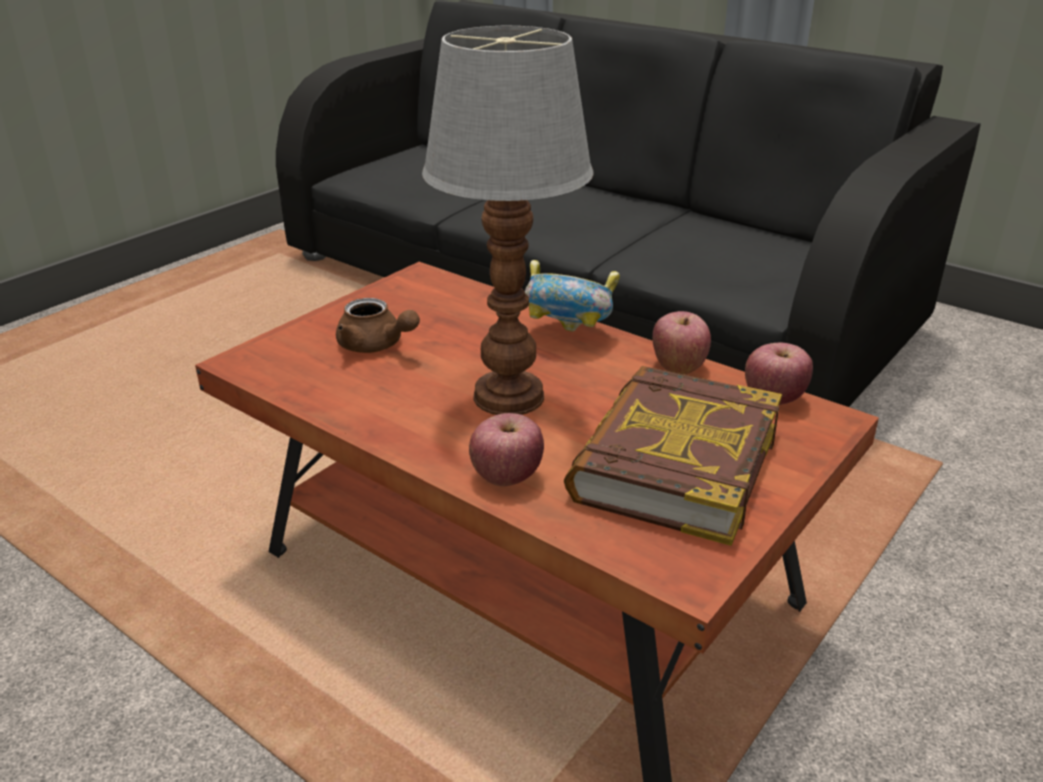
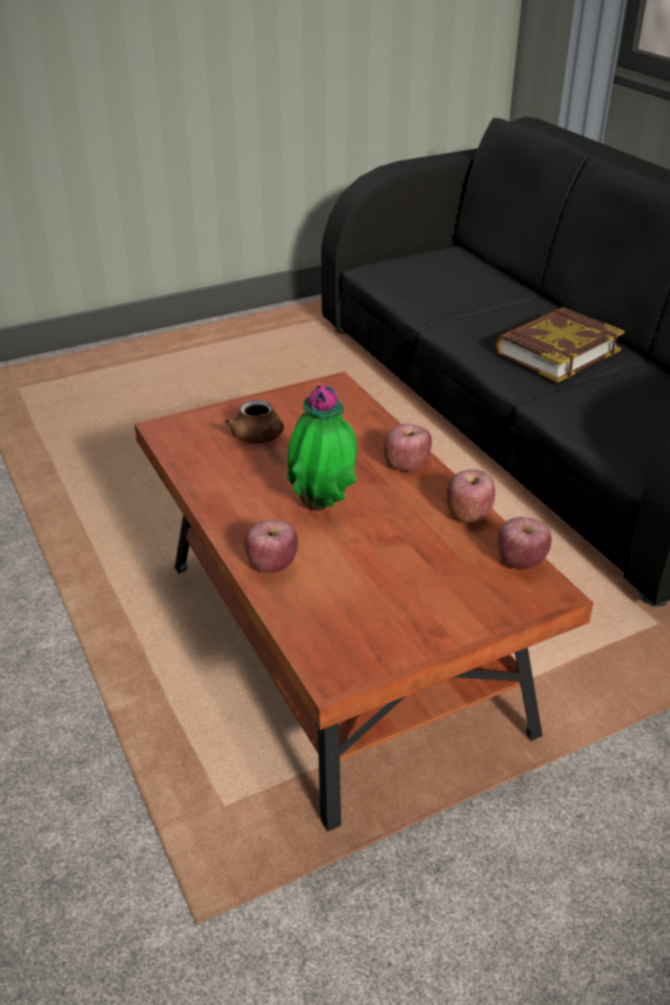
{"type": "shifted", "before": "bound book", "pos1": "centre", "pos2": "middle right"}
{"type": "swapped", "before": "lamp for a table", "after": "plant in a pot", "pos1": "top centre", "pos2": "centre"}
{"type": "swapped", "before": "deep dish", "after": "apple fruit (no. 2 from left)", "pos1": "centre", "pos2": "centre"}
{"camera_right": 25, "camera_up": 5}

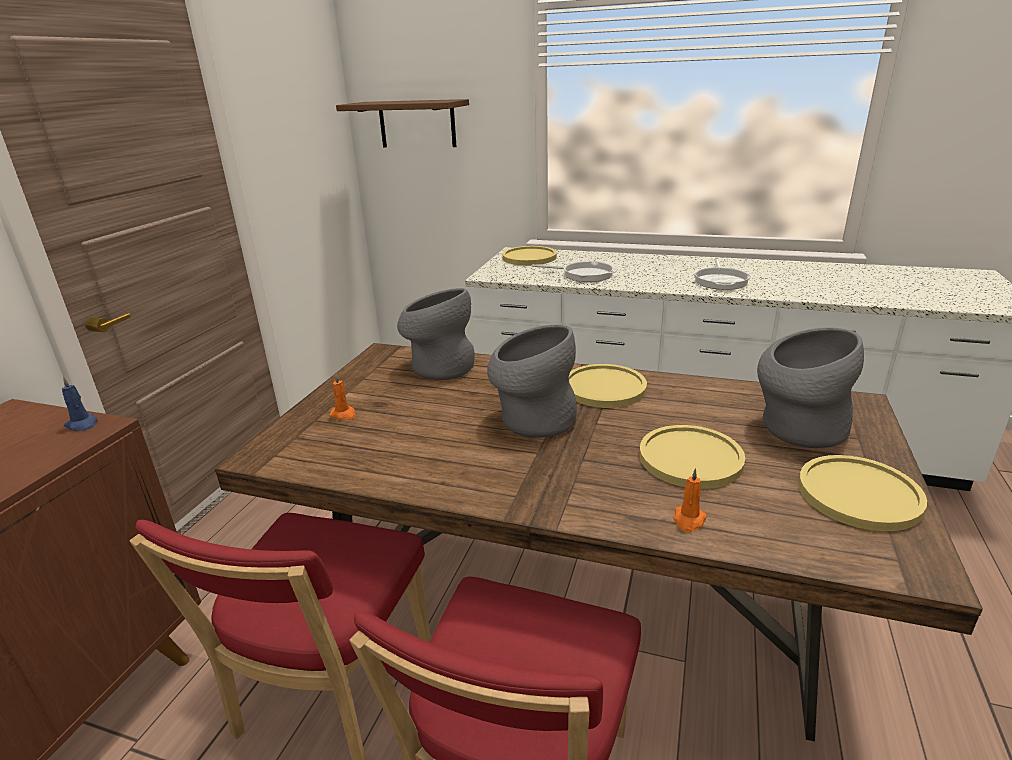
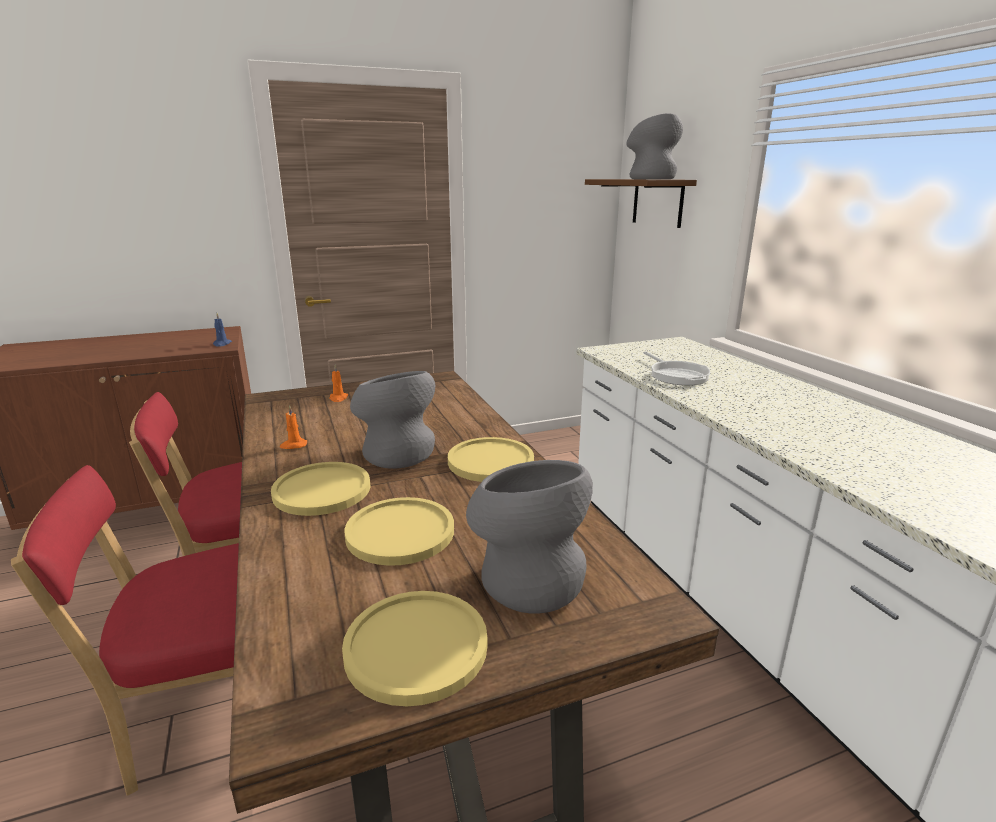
{"type": "gone", "before": "frying pan (no. 2 from left)", "pos1": "middle right"}
{"type": "shifted", "before": "gray vase (no. 1 from left in the first image)", "after": "gray vase (no. 3 from left)", "pos1": "centre", "pos2": "top centre"}
{"type": "shifted", "before": "yellowish plate (no. 1 from left)", "pos1": "centre", "pos2": "middle left"}
{"type": "shifted", "before": "orange candle (no. 2 from left in the first image)", "after": "orange candle (no. 1 from left)", "pos1": "middle right", "pos2": "middle left"}
{"camera_right": 50, "camera_up": -5}

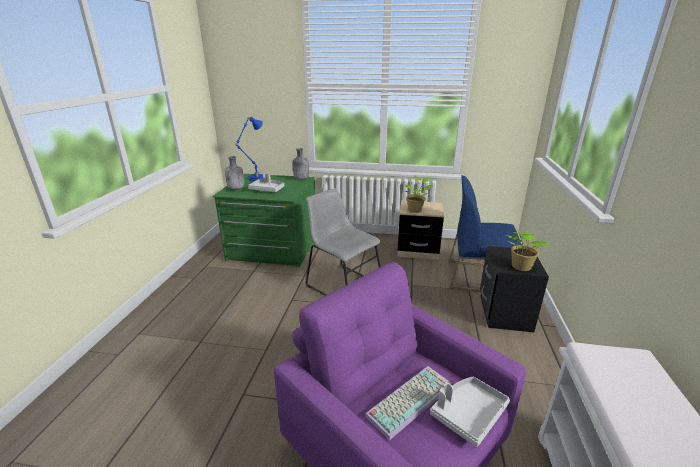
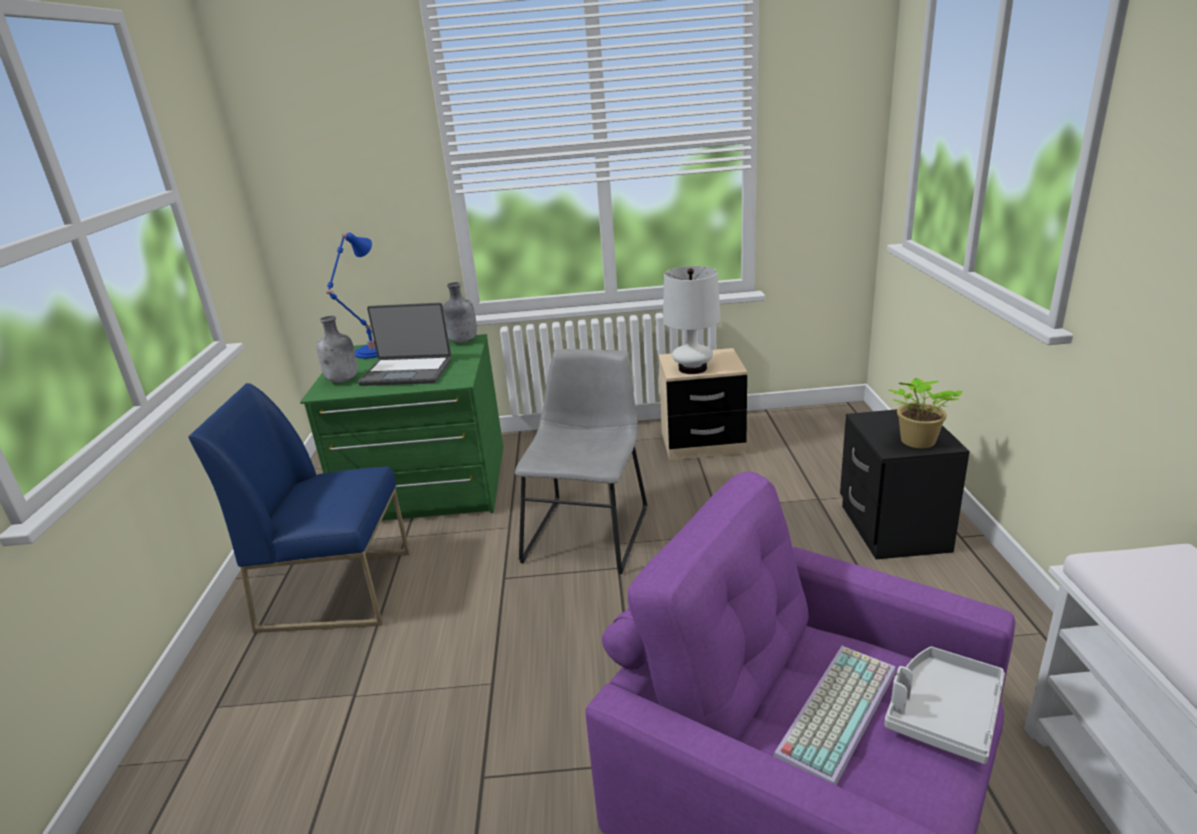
{"type": "shifted", "before": "blue upright chair", "pos1": "middle right", "pos2": "middle left"}
{"type": "swapped", "before": "gray serving tray (no. 1 from left)", "after": "notebook computer", "pos1": "centre", "pos2": "centre"}
{"type": "swapped", "before": "plant in a pot (no. 1 from left)", "after": "white lamp for a table", "pos1": "centre", "pos2": "centre"}
{"type": "rotated", "before": "gray upright chair", "pos1": "centre", "pos2": "centre", "turn": 75}
{"camera_right": -10, "camera_up": 0}

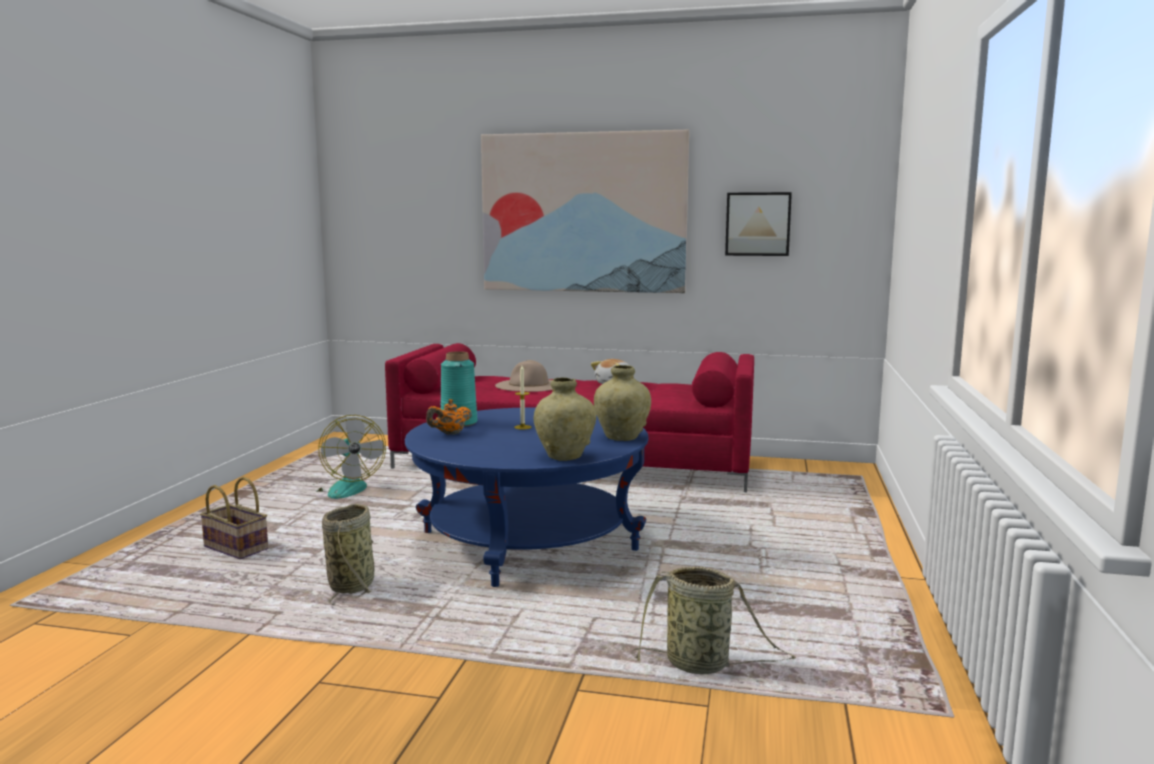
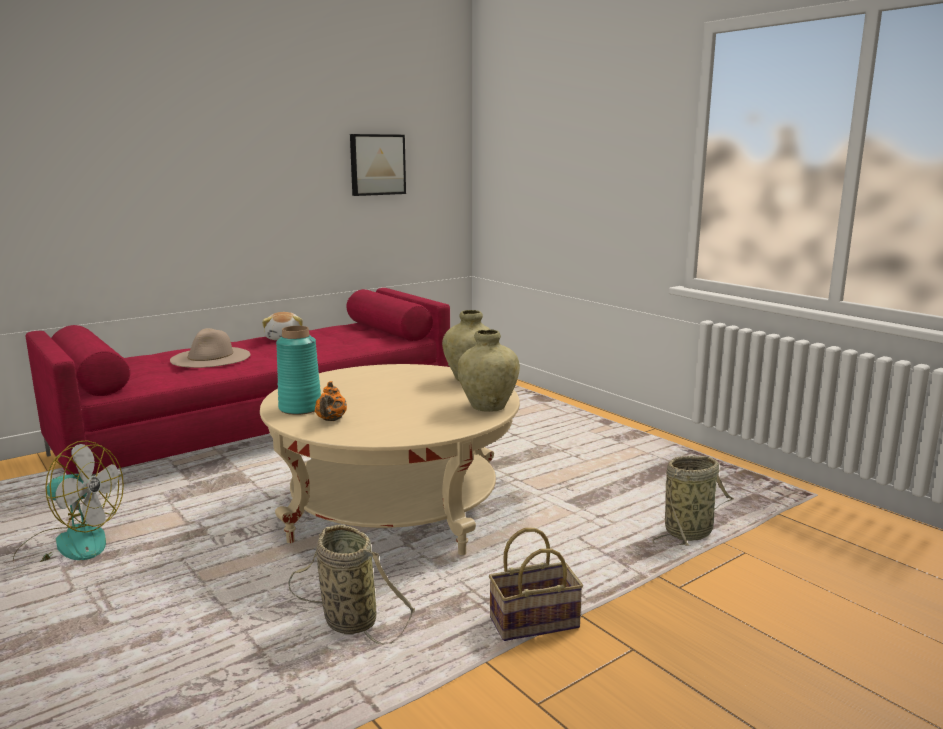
{"type": "gone", "before": "picture (no. 1 from left)", "pos1": "top centre"}
{"type": "gone", "before": "candle", "pos1": "centre"}
{"type": "shifted", "before": "storage basket (no. 1 from left in the first image)", "after": "storage basket (no. 2 from left)", "pos1": "bottom left", "pos2": "bottom centre"}
{"type": "repainted", "before": "blue coffee table", "after": "beige-coloured coffee table", "pos1": "centre", "pos2": "centre"}
{"camera_right": -50, "camera_up": 5}

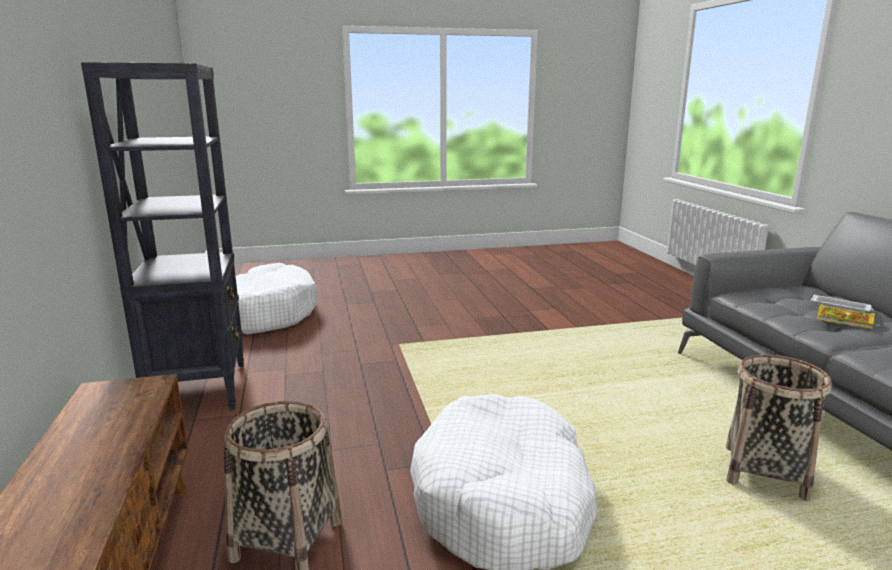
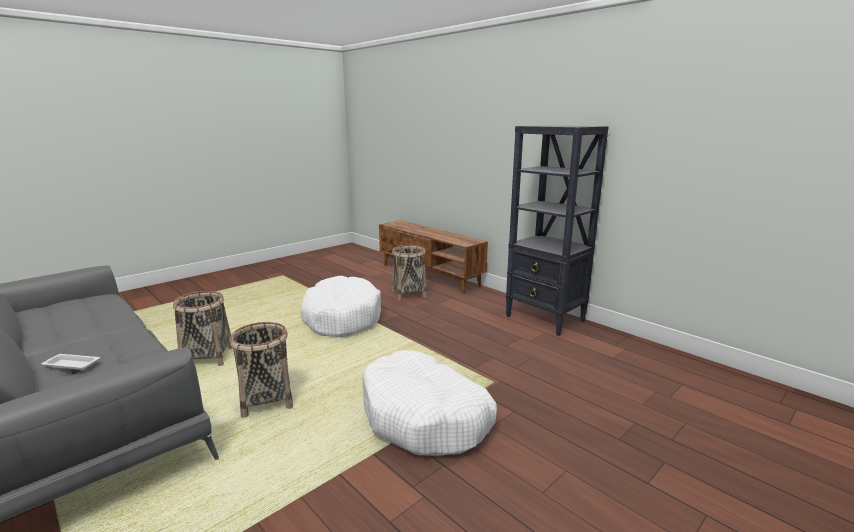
{"type": "gone", "before": "bound book", "pos1": "middle right"}
{"type": "new", "after": "storage basket (no. 2 from left)", "pos2": "bottom left"}
{"type": "shifted", "before": "white dog bed (no. 1 from left in the first image)", "after": "white dog bed (no. 2 from left)", "pos1": "middle left", "pos2": "bottom centre"}
{"camera_right": 150, "camera_up": 0}

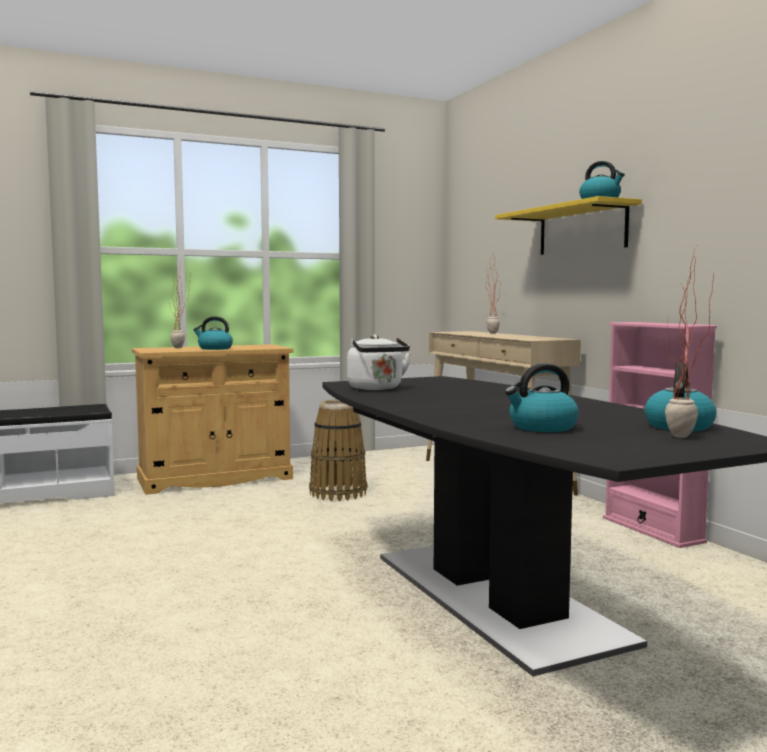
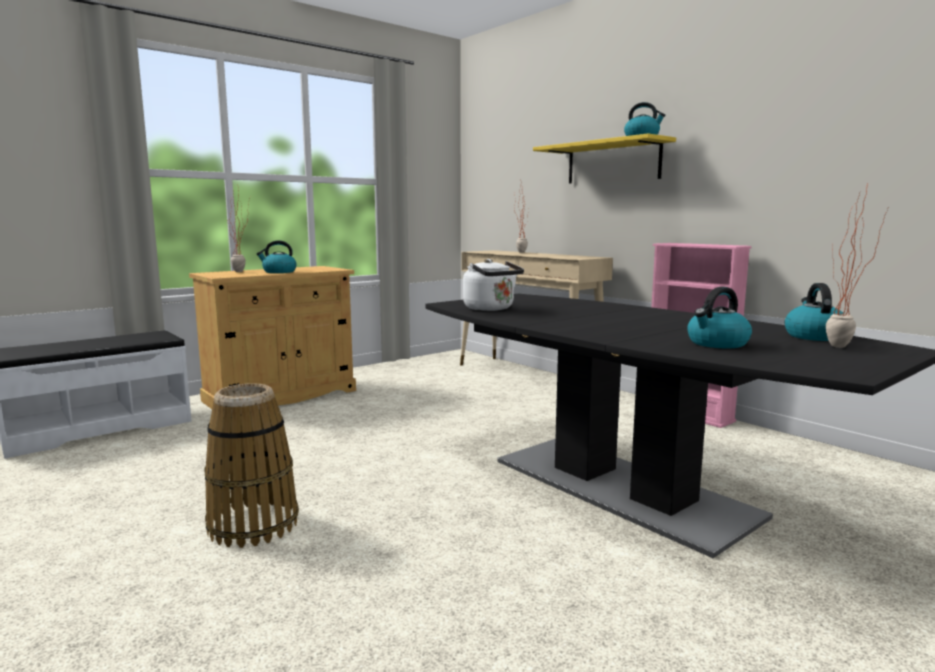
{"type": "shifted", "before": "storage basket", "pos1": "centre", "pos2": "bottom left"}
{"camera_right": -15, "camera_up": 5}

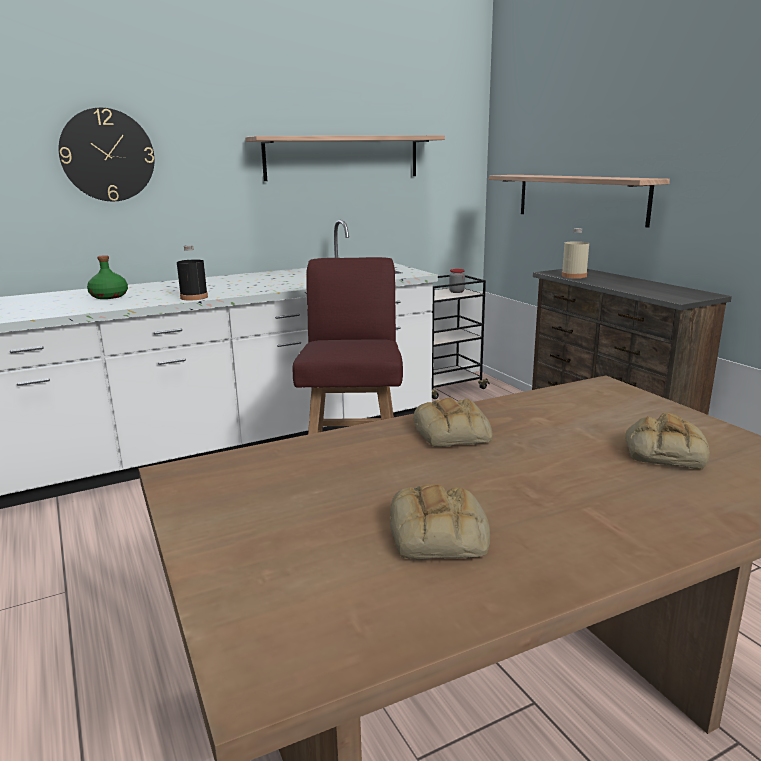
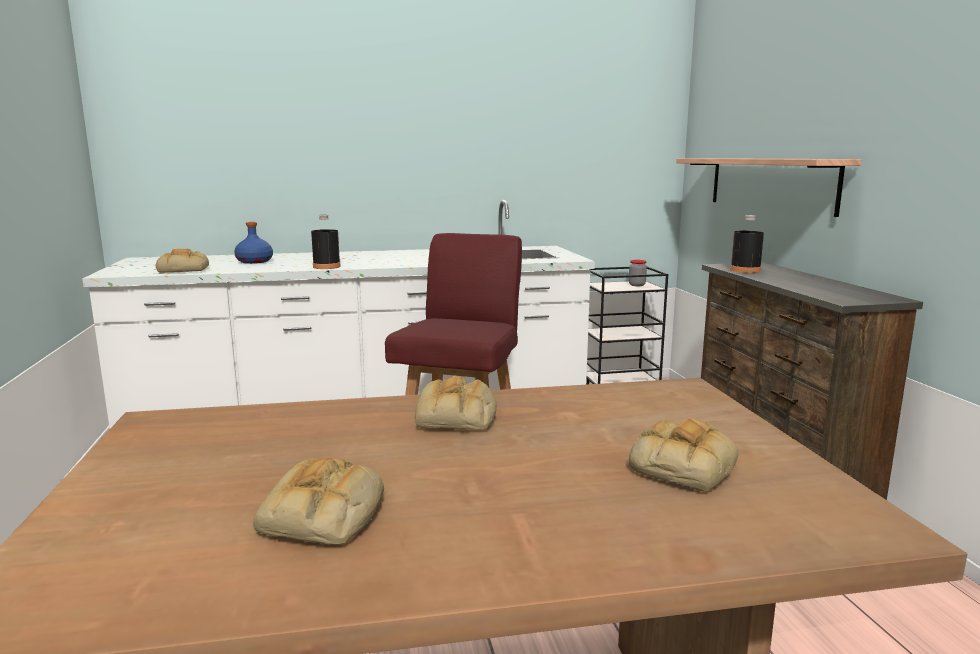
{"type": "gone", "before": "clock on the wall", "pos1": "top left"}
{"type": "gone", "before": "shelf (no. 1 from left)", "pos1": "top centre"}
{"type": "new", "after": "bread (no. 1 from left)", "pos2": "middle left"}
{"type": "repainted", "before": "greenish beverage bottle", "after": "blue beverage bottle", "pos1": "middle left", "pos2": "middle left"}
{"type": "repainted", "before": "beige-coloured beverage bottle", "after": "black beverage bottle (no. 2 from left)", "pos1": "top right", "pos2": "middle right"}
{"camera_right": 15, "camera_up": -5}

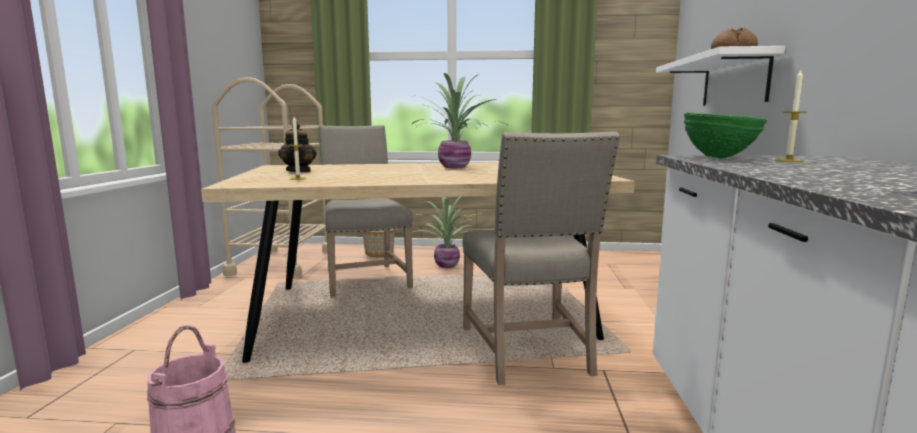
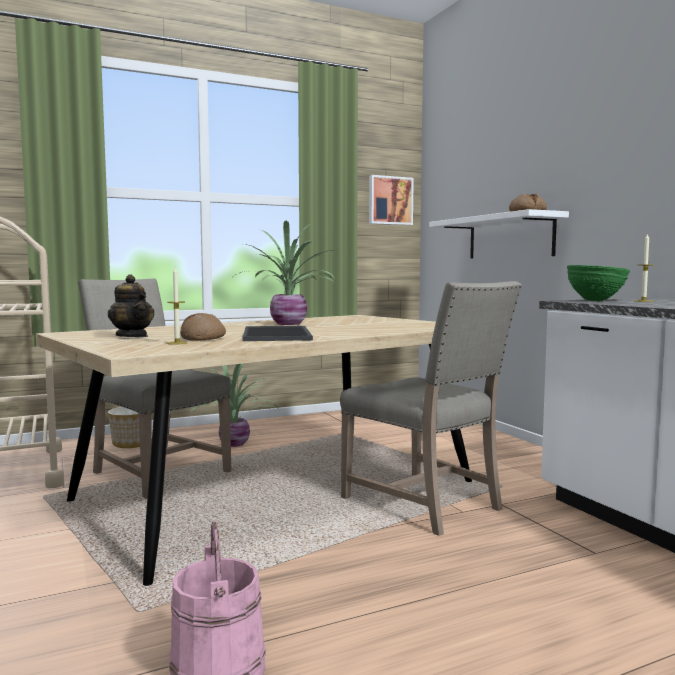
{"type": "new", "after": "bread (no. 1 from left)", "pos2": "middle left"}
{"type": "new", "after": "serving tray", "pos2": "centre"}
{"type": "new", "after": "picture", "pos2": "top centre"}
{"camera_right": -30, "camera_up": -5}

